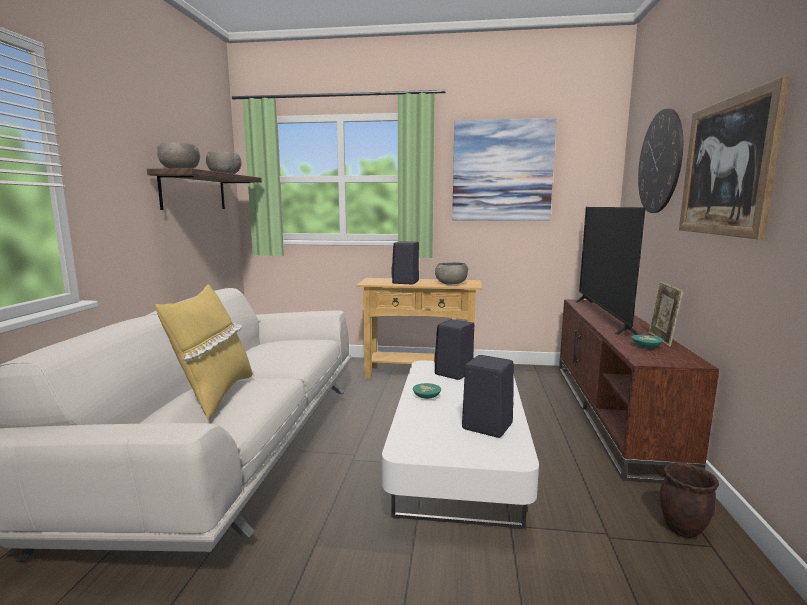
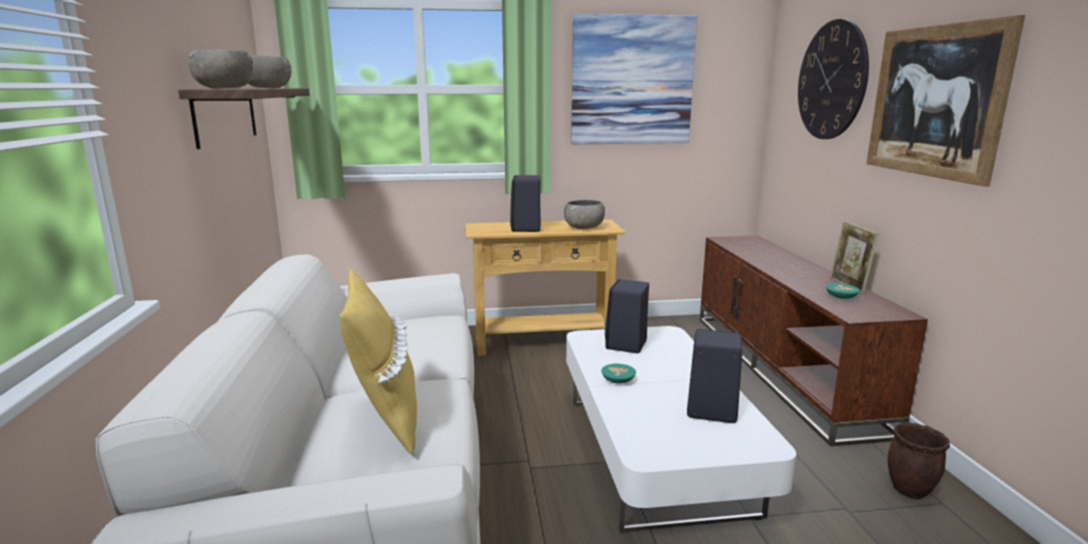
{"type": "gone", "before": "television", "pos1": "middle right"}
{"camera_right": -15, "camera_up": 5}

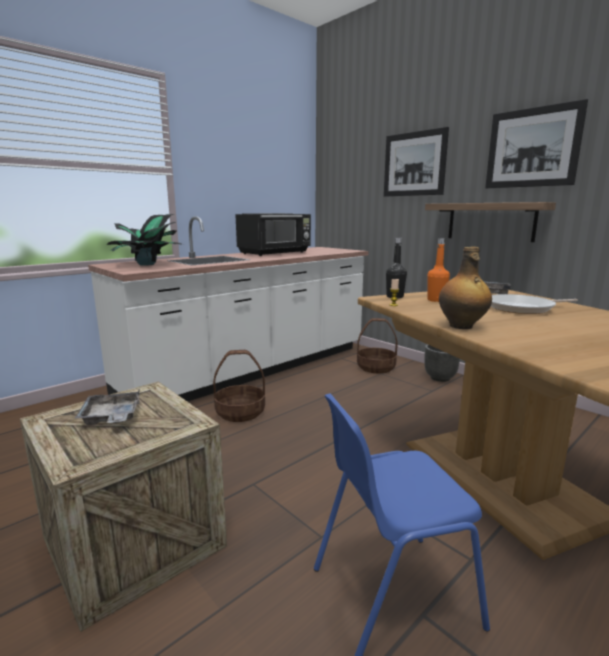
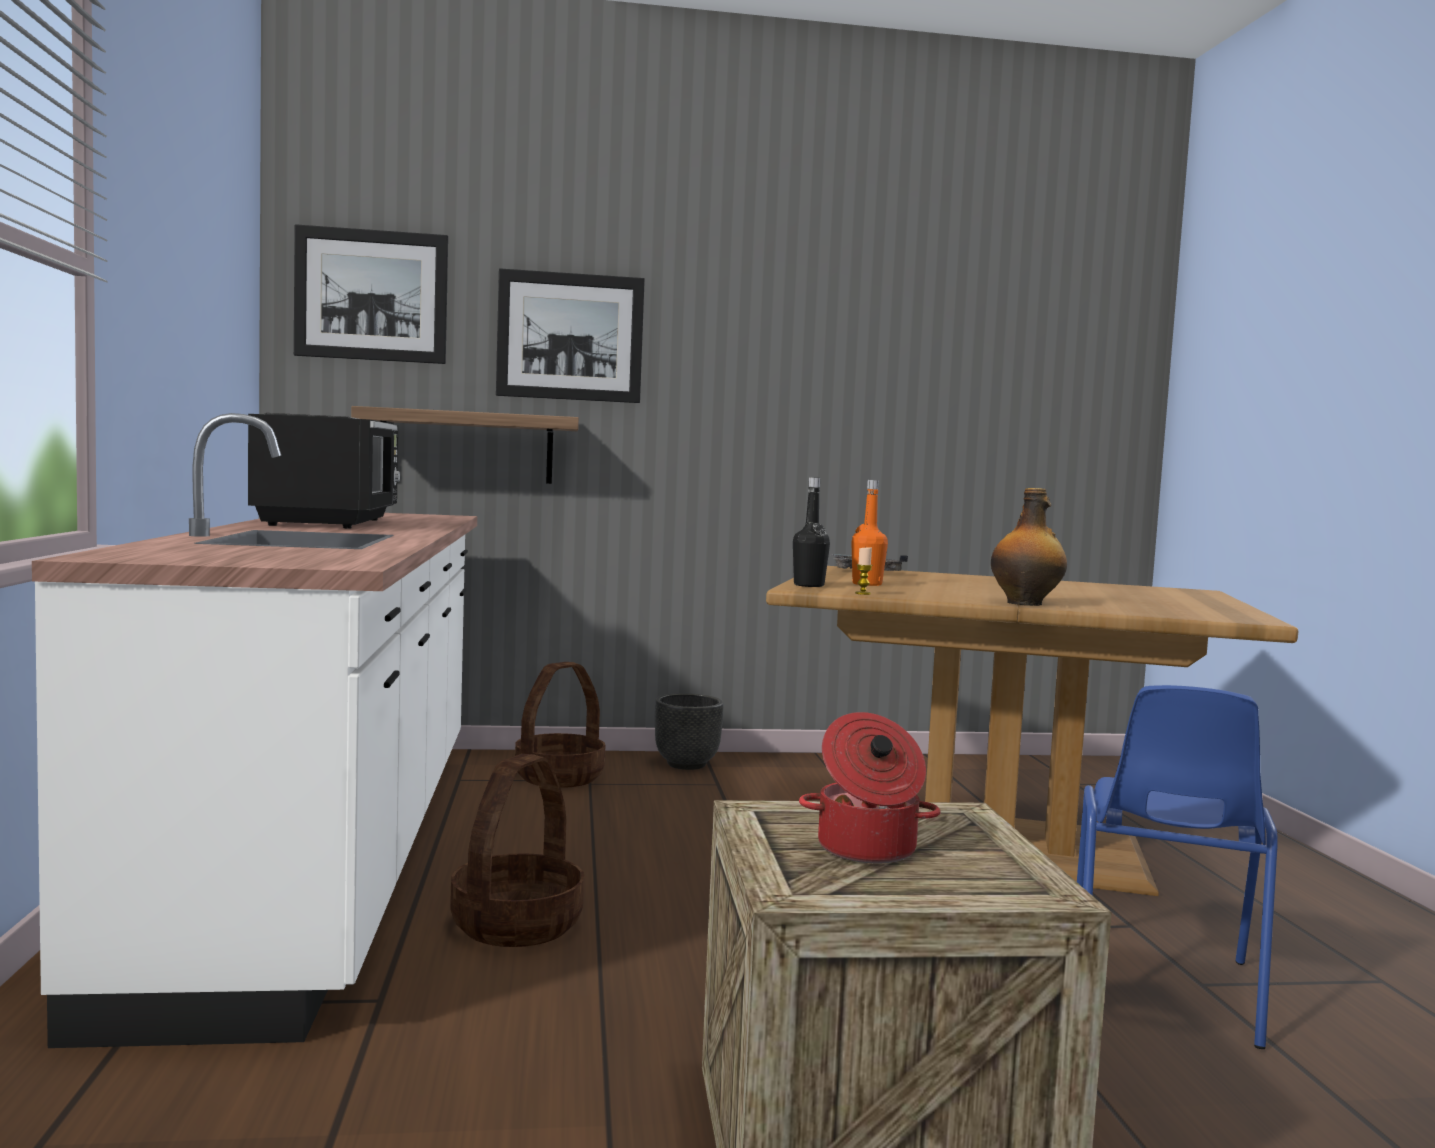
{"type": "gone", "before": "plant in a pot", "pos1": "middle left"}
{"type": "gone", "before": "frying pan", "pos1": "middle right"}
{"type": "shifted", "before": "shelf", "pos1": "middle right", "pos2": "middle left"}
{"type": "shifted", "before": "picture (no. 2 from left in the first image)", "after": "picture (no. 1 from left)", "pos1": "top right", "pos2": "top left"}
{"type": "swapped", "before": "gray serving tray (no. 1 from left)", "after": "cooking pot", "pos1": "middle left", "pos2": "bottom centre"}
{"camera_right": -55, "camera_up": -10}

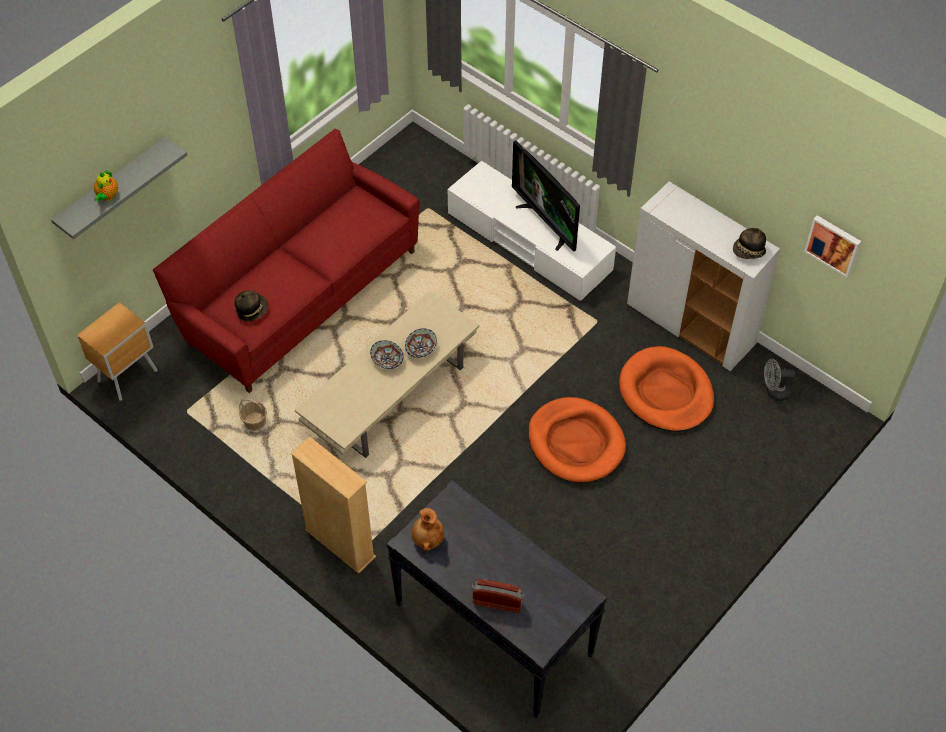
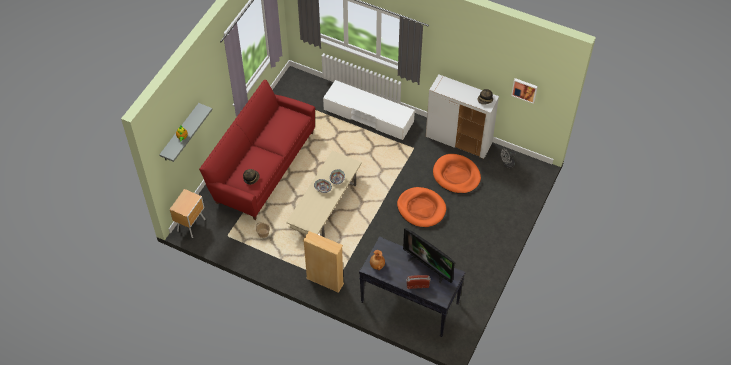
{"type": "shifted", "before": "television", "pos1": "top centre", "pos2": "bottom centre"}
{"camera_right": -15, "camera_up": 0}

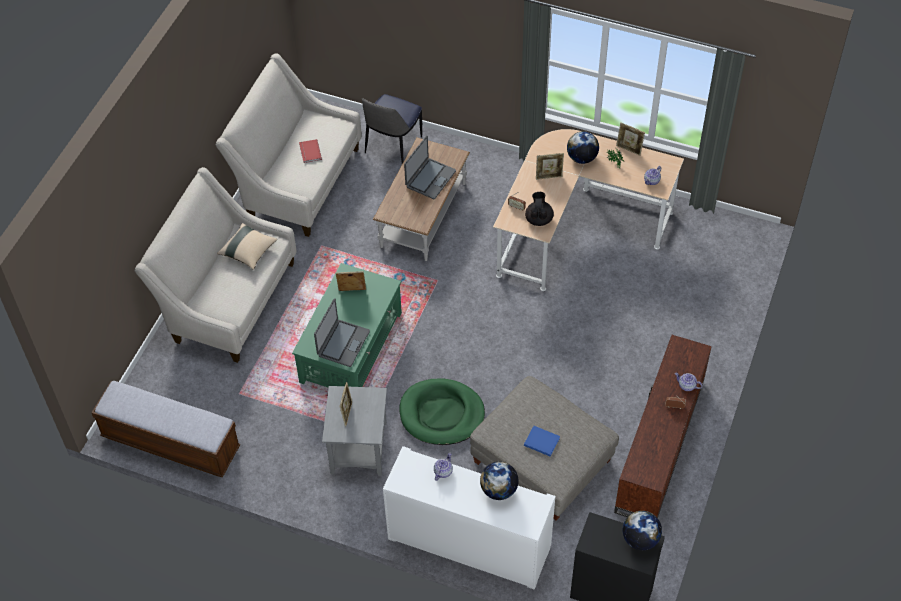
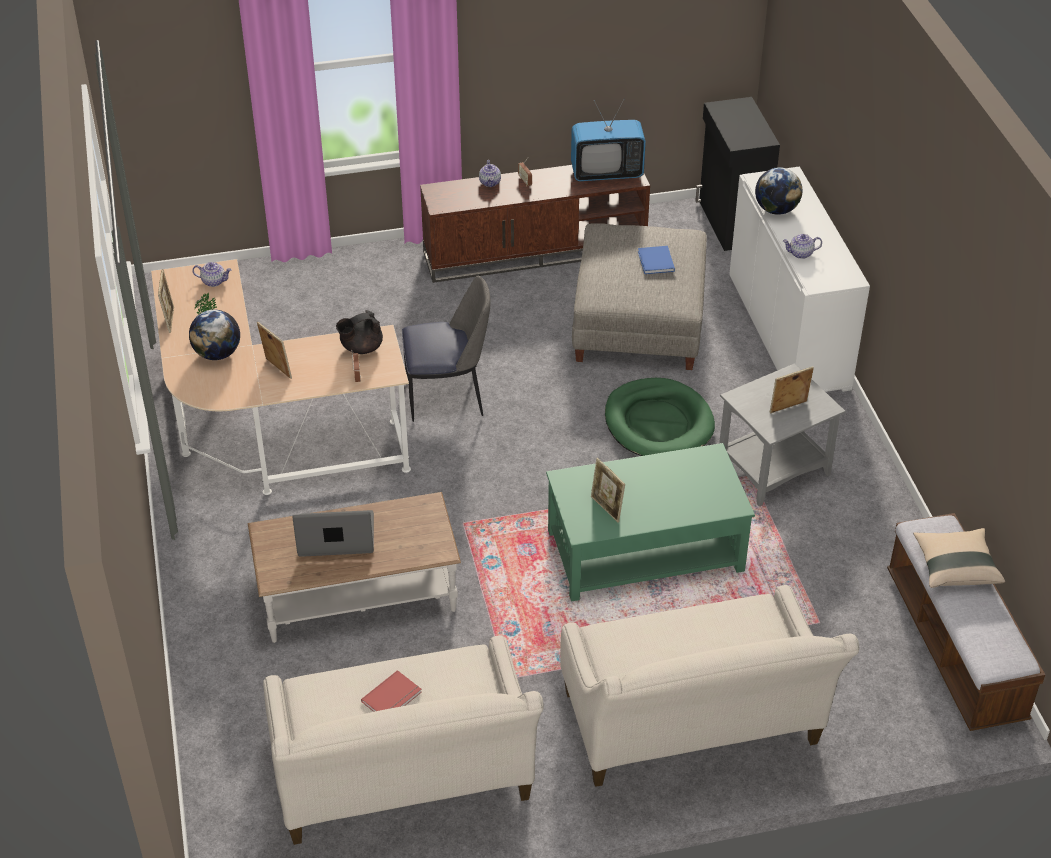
{"type": "gone", "before": "notebook computer (no. 1 from left)", "pos1": "centre"}
{"type": "gone", "before": "globe (no. 3 from left)", "pos1": "bottom right"}
{"type": "new", "after": "television", "pos2": "top centre"}
{"type": "shifted", "before": "beige-coloured pillow", "pos1": "middle left", "pos2": "middle right"}
{"type": "shifted", "before": "upright chair", "pos1": "top centre", "pos2": "centre"}
{"camera_right": -125, "camera_up": -10}

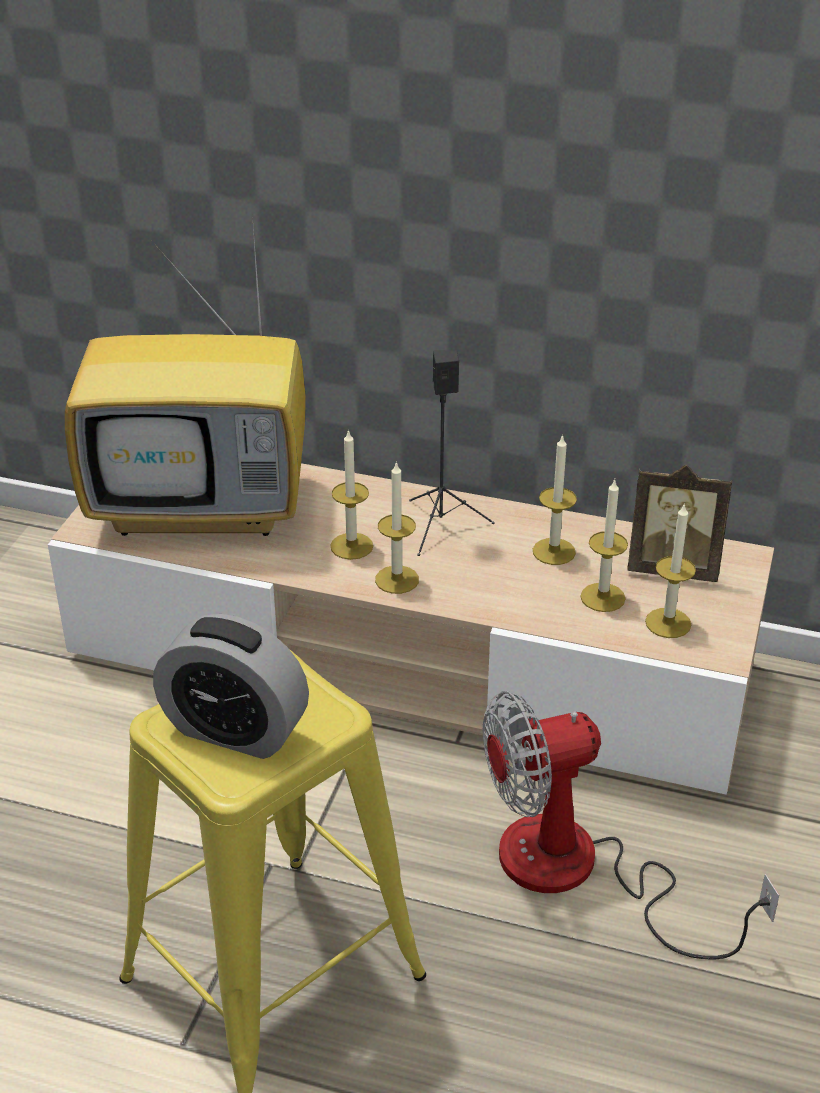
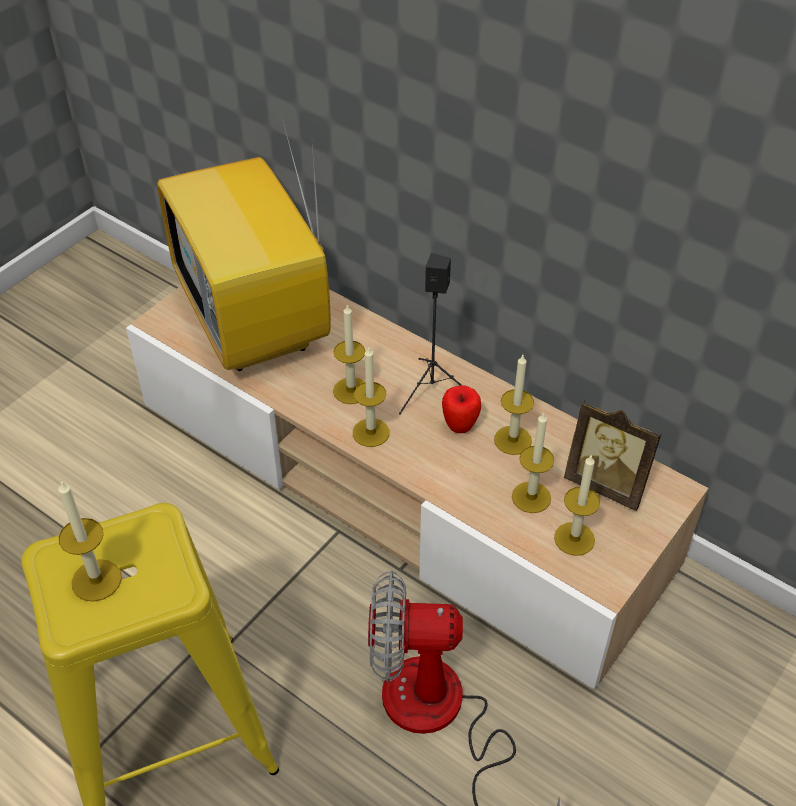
{"type": "new", "after": "apple fruit", "pos2": "centre"}
{"type": "swapped", "before": "alarm clock", "after": "candle (no. 1 from left)", "pos1": "middle left", "pos2": "bottom left"}
{"type": "rotated", "before": "television", "pos1": "middle left", "pos2": "top left", "turn": 45}
{"camera_right": 20, "camera_up": 10}

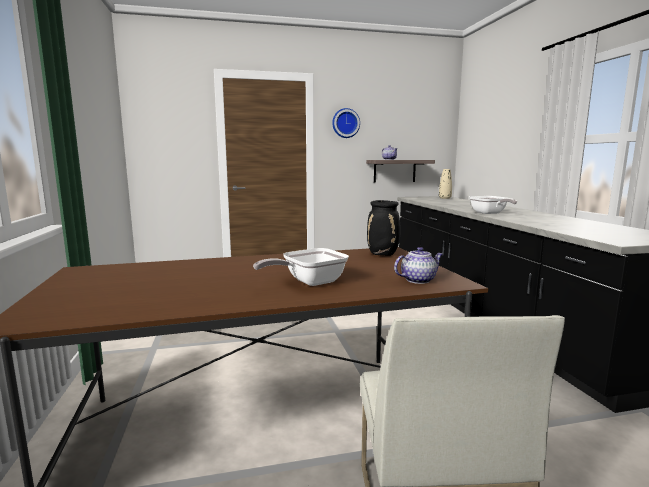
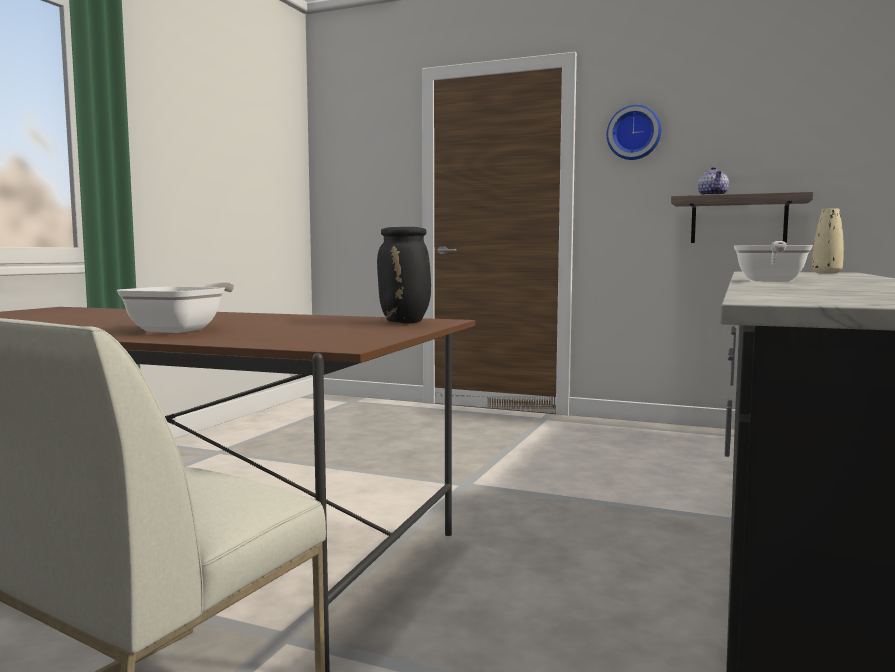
{"type": "gone", "before": "tea pot (no. 2 from left)", "pos1": "centre"}
{"type": "rotated", "before": "frying pan (no. 1 from left)", "pos1": "centre", "pos2": "middle left", "turn": 105}
{"camera_right": 35, "camera_up": -5}

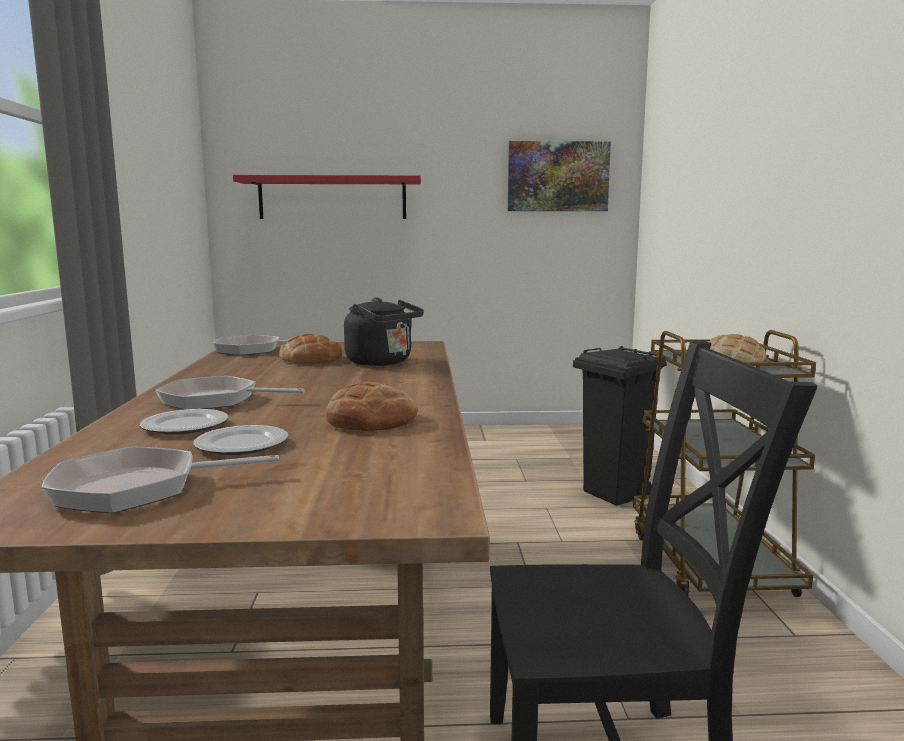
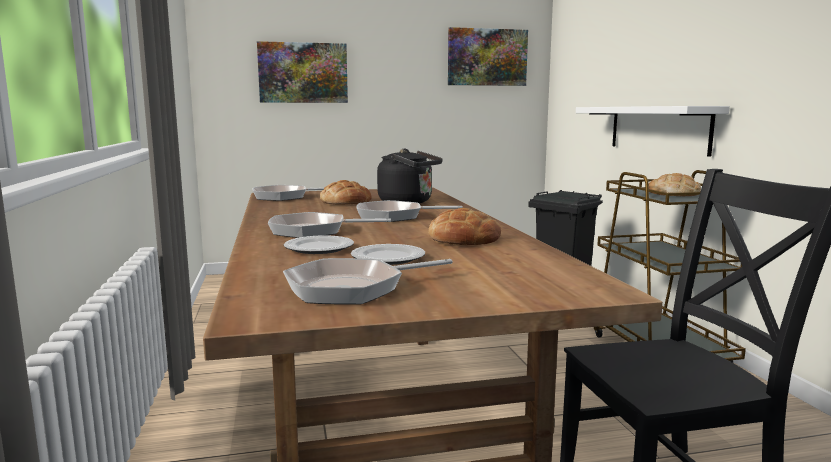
{"type": "new", "after": "frying pan (no. 4 from left)", "pos2": "centre"}
{"type": "new", "after": "white shelf", "pos2": "top right"}
{"type": "swapped", "before": "red shelf", "after": "picture (no. 1 from left)", "pos1": "top centre", "pos2": "top centre"}
{"camera_right": -10, "camera_up": 0}

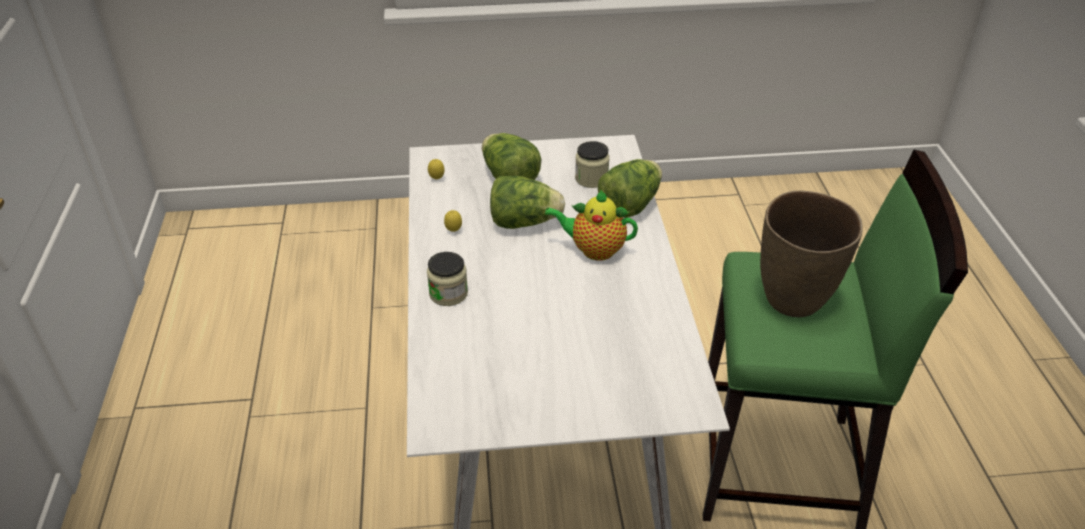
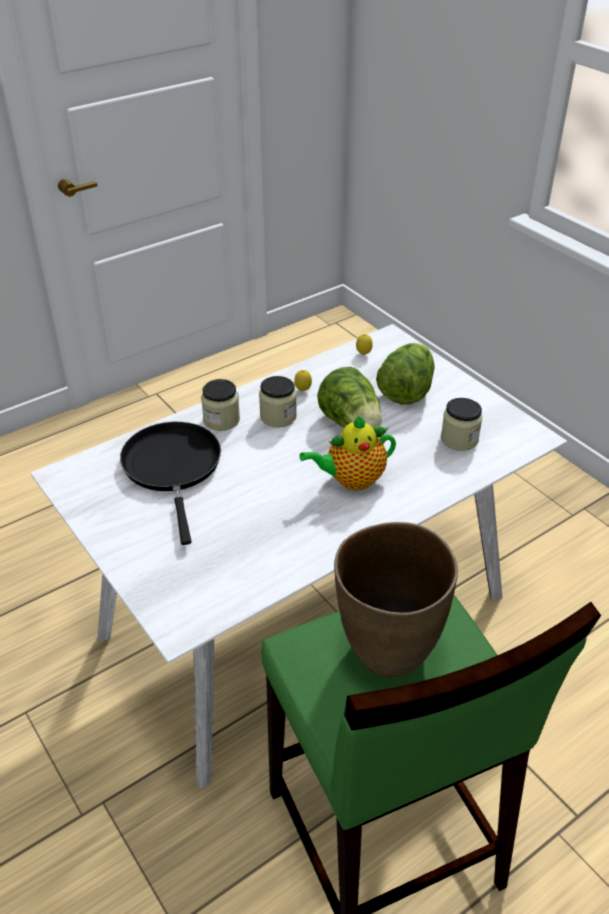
{"type": "gone", "before": "lettuce head (no. 3 from left)", "pos1": "centre"}
{"type": "new", "after": "black frying pan", "pos2": "middle left"}
{"type": "new", "after": "jar (no. 2 from left)", "pos2": "centre"}
{"type": "rotated", "before": "tea pot", "pos1": "centre", "pos2": "centre", "turn": -90}
{"camera_right": 60, "camera_up": 0}

